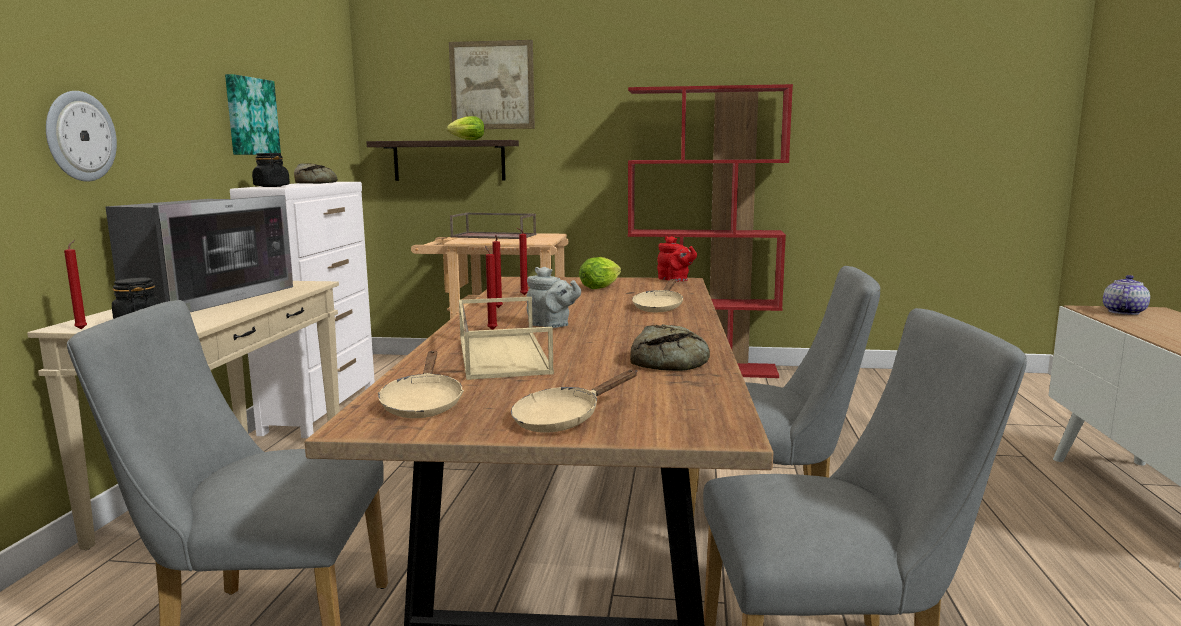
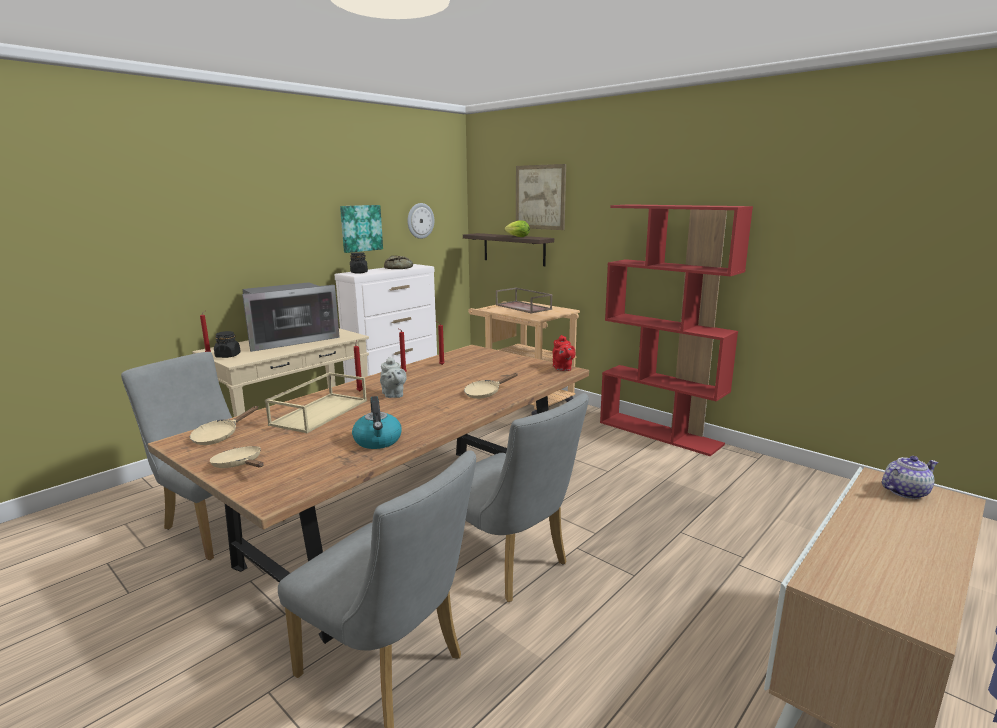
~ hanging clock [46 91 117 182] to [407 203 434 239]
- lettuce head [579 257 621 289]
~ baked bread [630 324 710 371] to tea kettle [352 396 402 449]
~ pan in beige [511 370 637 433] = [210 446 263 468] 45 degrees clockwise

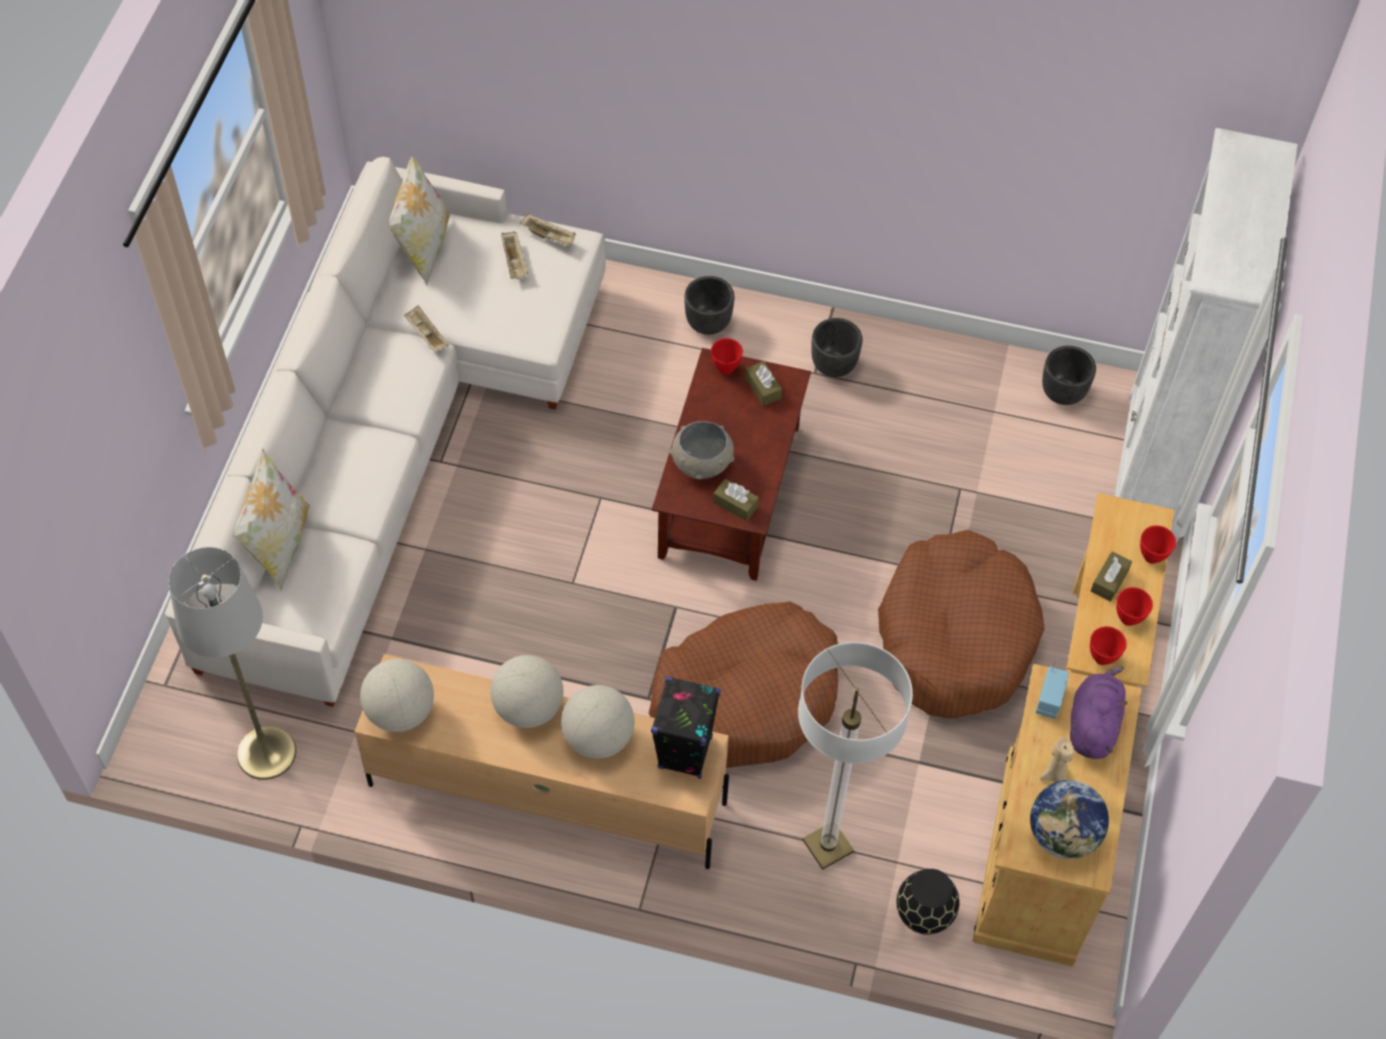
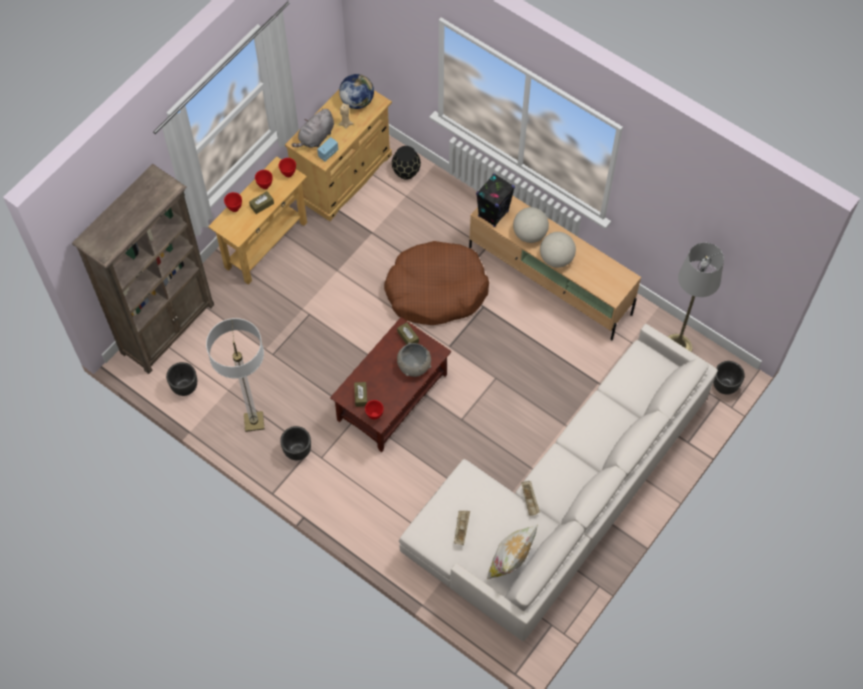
~ shelving unit in whitish [1115 128 1298 544] to shelving unit in brownish [72 164 214 374]
- tray in beige [520 214 576 247]
~ plant pot in black-coloured [684 276 735 335] to [713 361 745 395]
- cushion [233 449 310 591]
- pet bed in brownish [878 530 1045 719]
~ floor lamp [798 642 913 870] to [206 318 264 432]
- desk globe [360 659 434 732]
~ soft toy in purplish [1070 666 1128 759] to soft toy in greyish [291 108 334 148]

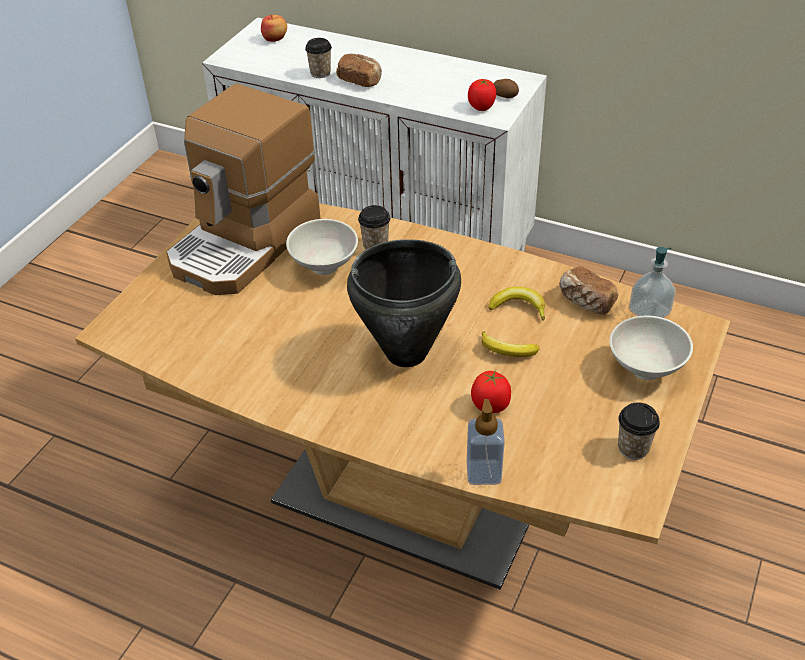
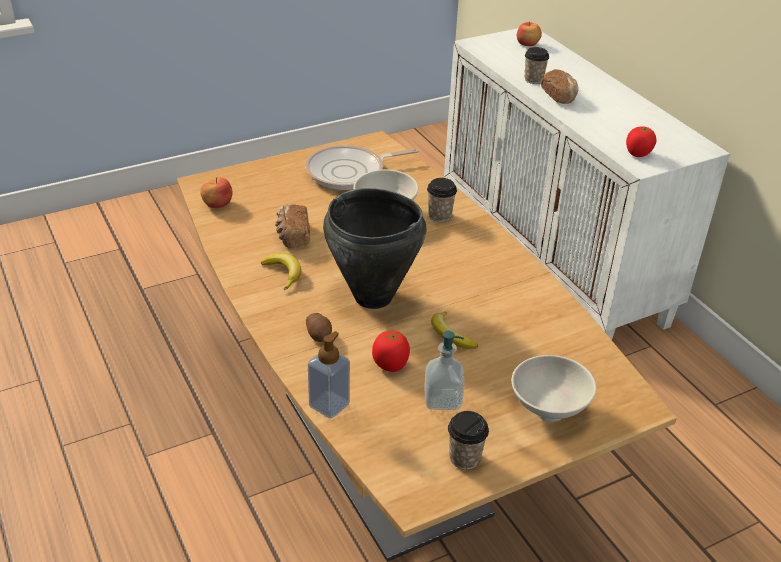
~ spud [493 79 519 98] to [306 313 332 342]
~ coffee machine [166 84 320 295] to pan [305 145 419 190]
~ soap bottle [629 247 676 318] to [424 331 464 410]
~ baked bread [560 266 618 315] to [275 204 310 248]
~ banana [488 287 545 320] to [261 253 301 290]
+ apple [200 177 232 208]

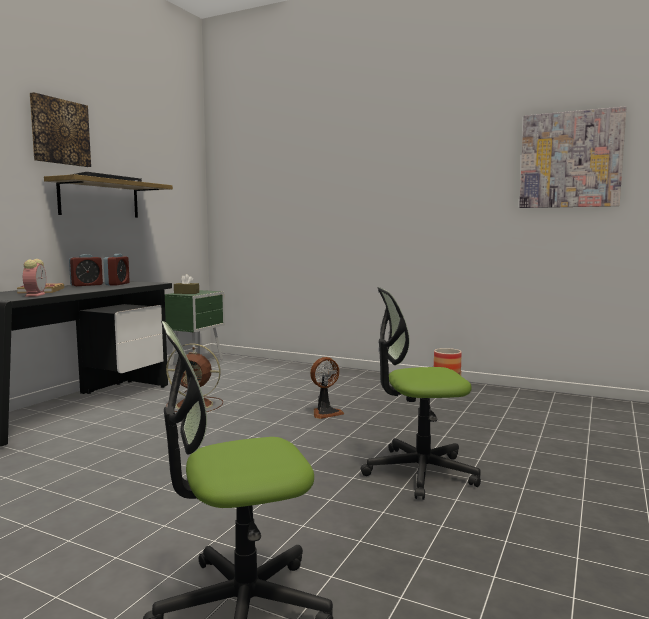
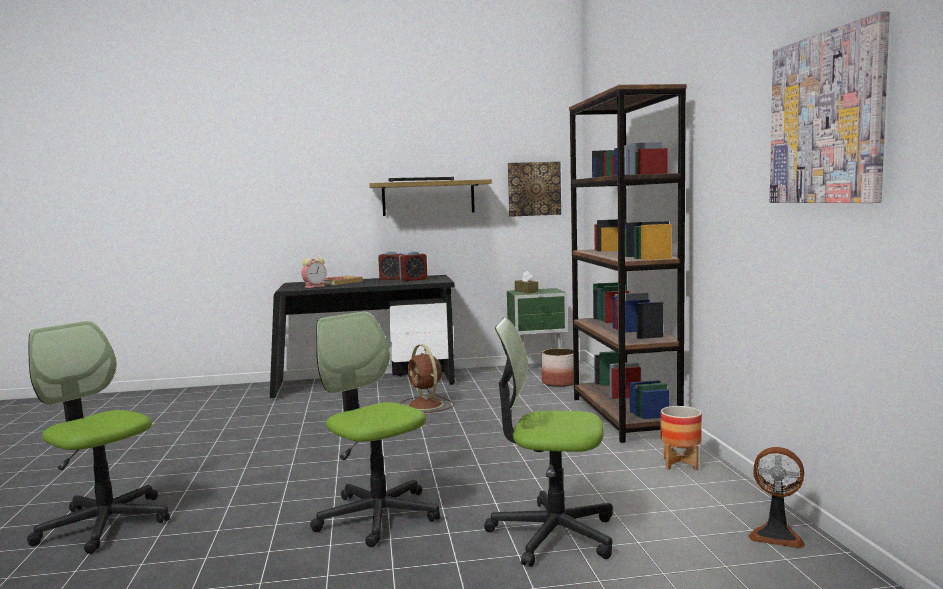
~ wall picture [30 92 91 167] to [508 162 561 217]
~ fan [310 357 344 419] to [748 447 805 548]
+ shelving unit in brownish [569 84 686 443]
+ desk chair [484 318 613 567]
+ plant pot [541 348 574 387]

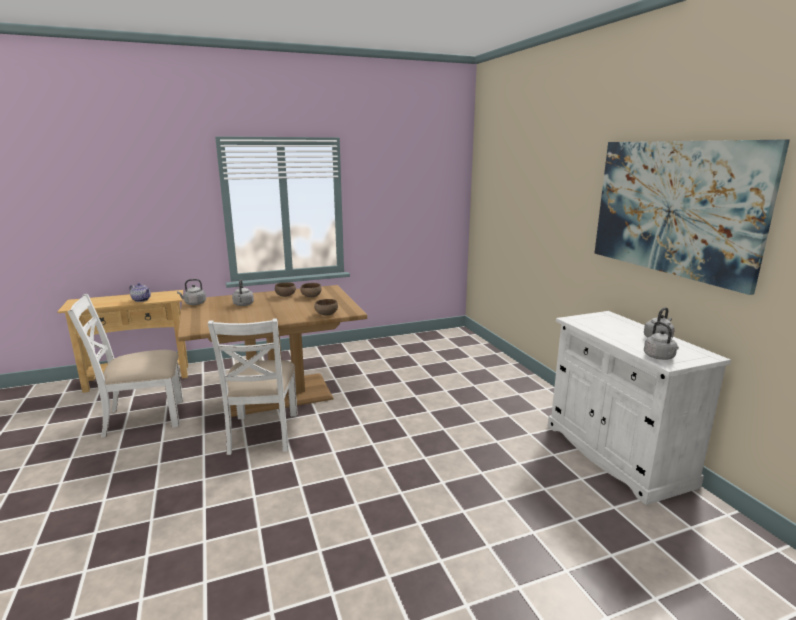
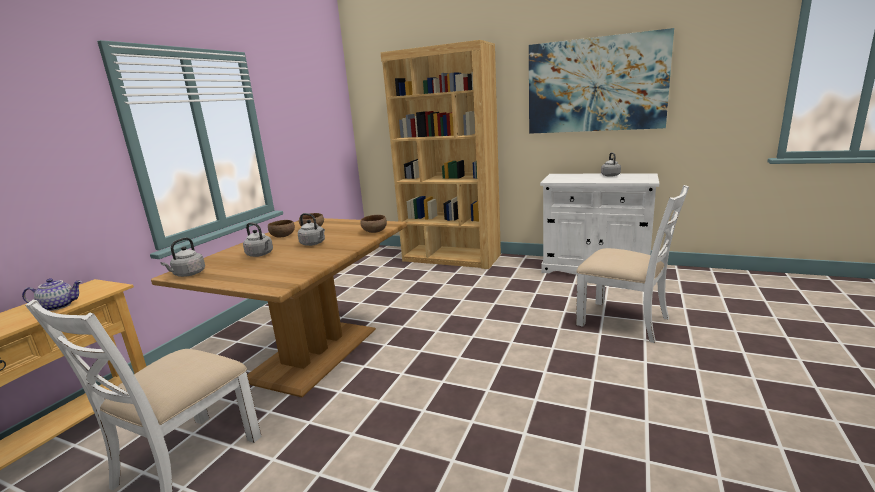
~ chair in whitish [208 318 298 455] to [576 185 689 343]
~ tea kettle in greyish [644 321 679 360] to [298 213 325 246]
+ shelving unit in brownish [380 40 501 269]

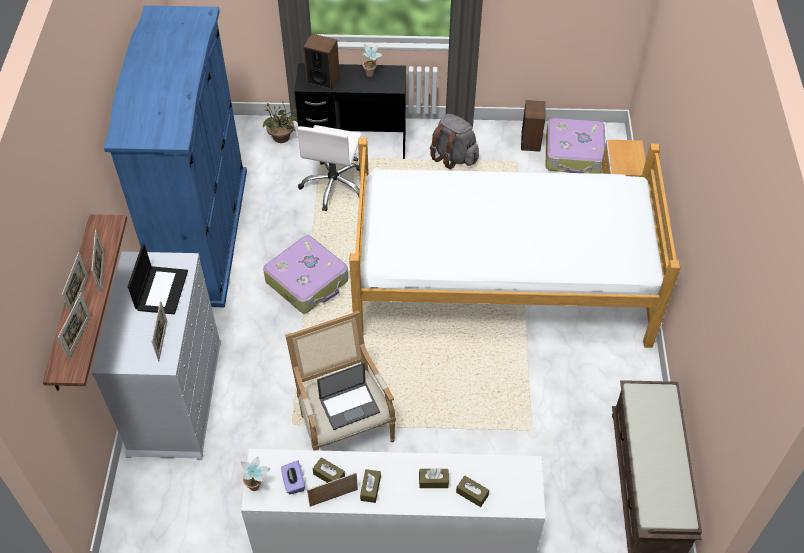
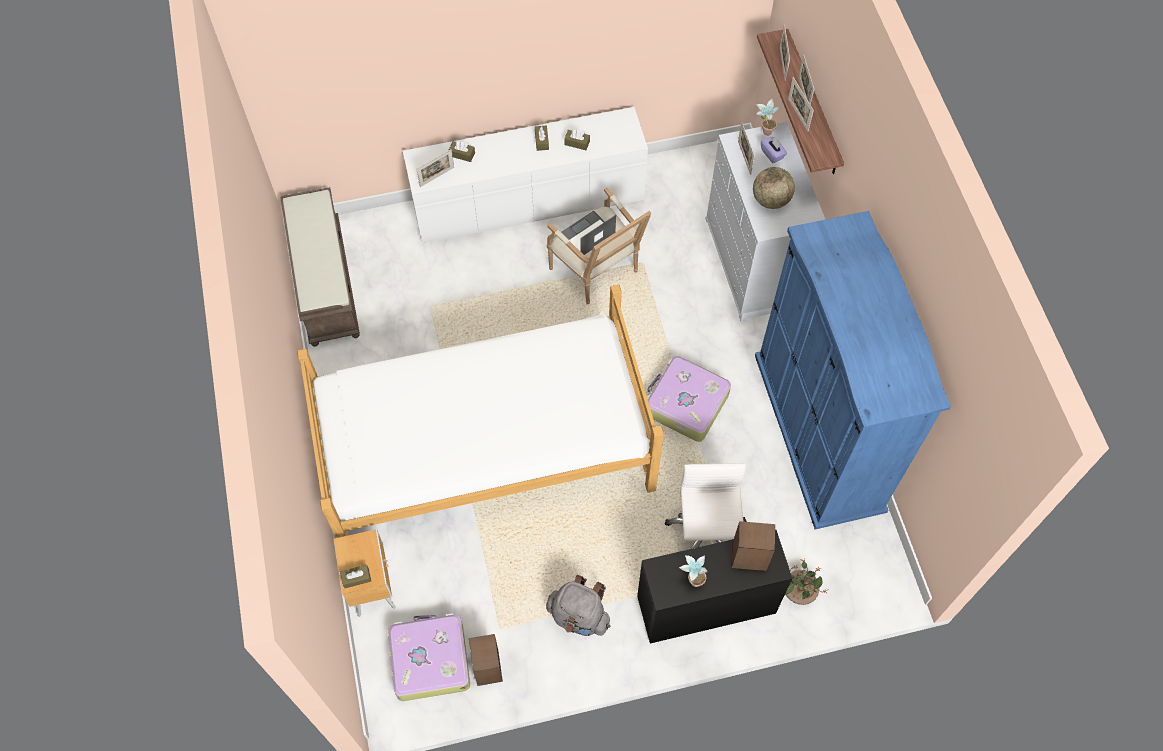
~ notebook computer [128 243 188 314] to desk globe [753 167 795 209]
~ plant in a pot [241 457 271 491] to [756 99 781 136]
~ tissue holder in purplish [281 460 305 494] to [761 137 787 163]
~ tissue holder in brownish [419 468 449 488] to [340 565 371 588]
~ picture frame [307 473 358 507] to [416 149 454 187]

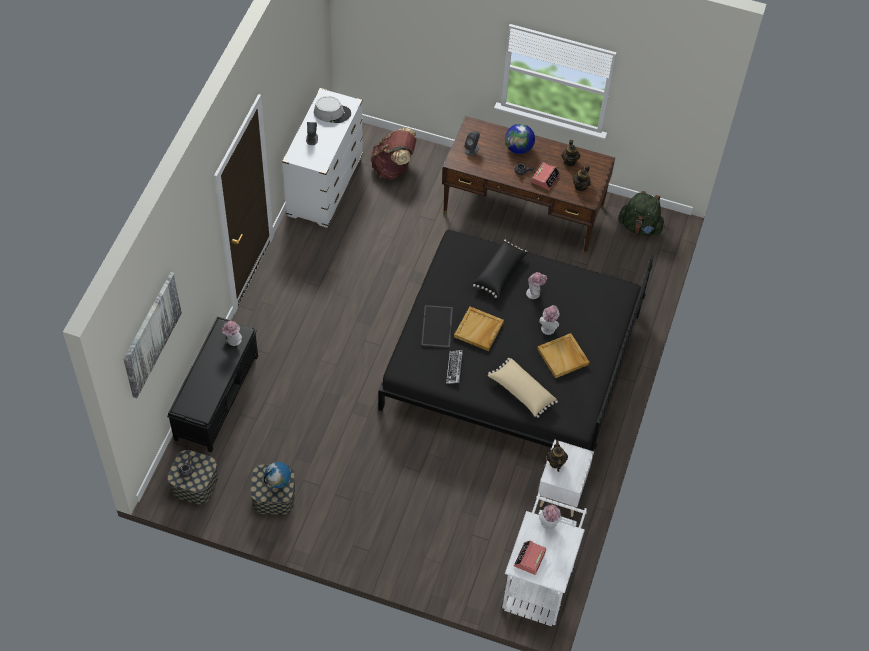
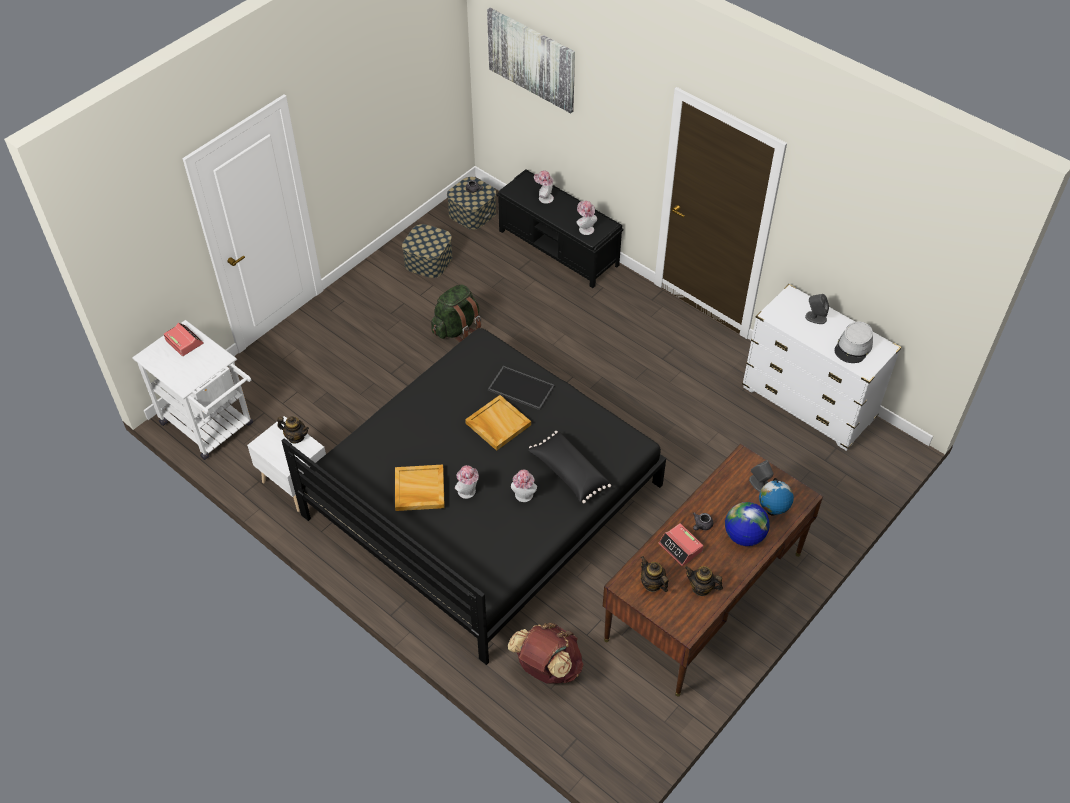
~ rucksack in brownish [370 128 416 179] to [508 623 584 684]
~ rucksack in green [618 191 665 236] to [431 284 481 342]
- computer keyboard [446 350 463 384]
- cushion in beige [488 358 558 418]
~ desk globe [263 462 291 488] to [759 478 794 516]
~ clothing hat [539 505 562 530] to [534 171 554 204]

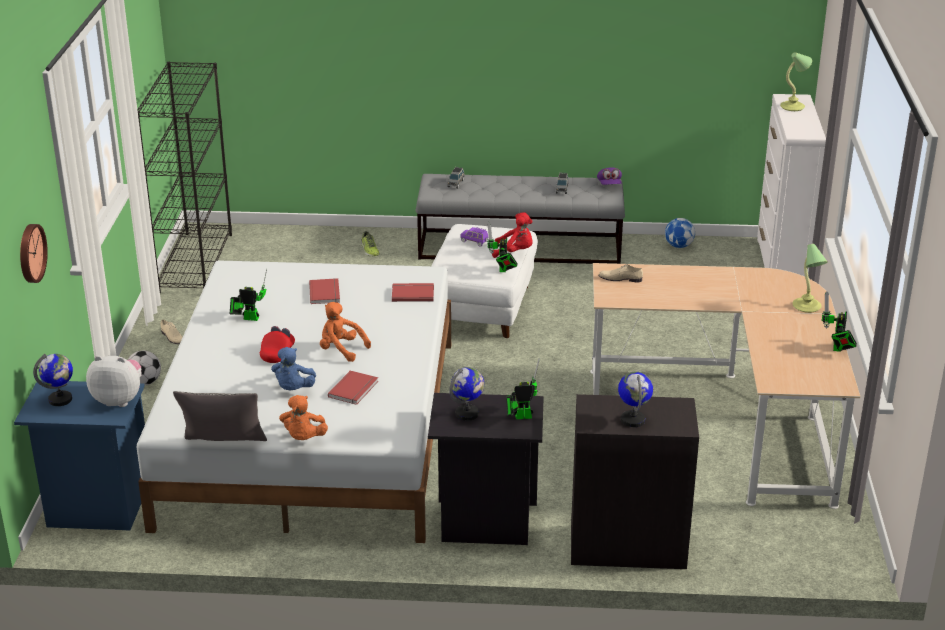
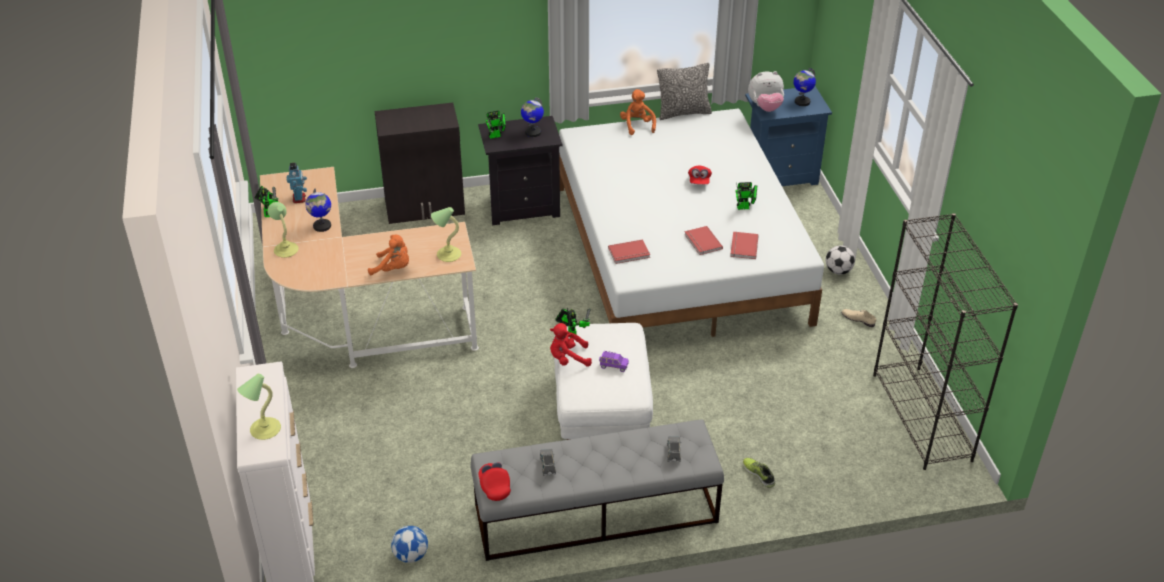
~ cap in purplish [597 167 622 185] to cap in reddish [478 462 511 501]
- hanging clock [20 224 48 283]
~ shoe in beige [599 264 643 283] to tabletop lamp [431 207 461 262]
~ soft toy in orangey [320 302 371 362] to [368 235 409 275]
- soft toy in blue-coloured [271 347 316 390]
~ volume in reddish [328 370 378 405] to [730 232 759 259]
~ desk globe [618 372 653 427] to [305 188 331 232]
+ toy robot [287 163 307 203]

